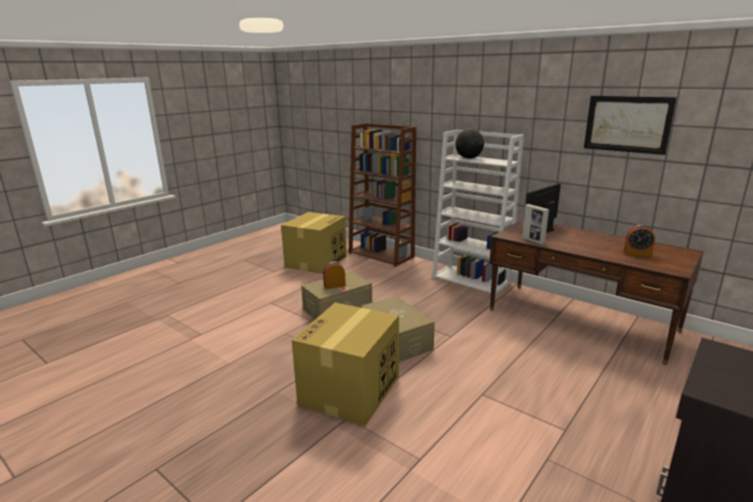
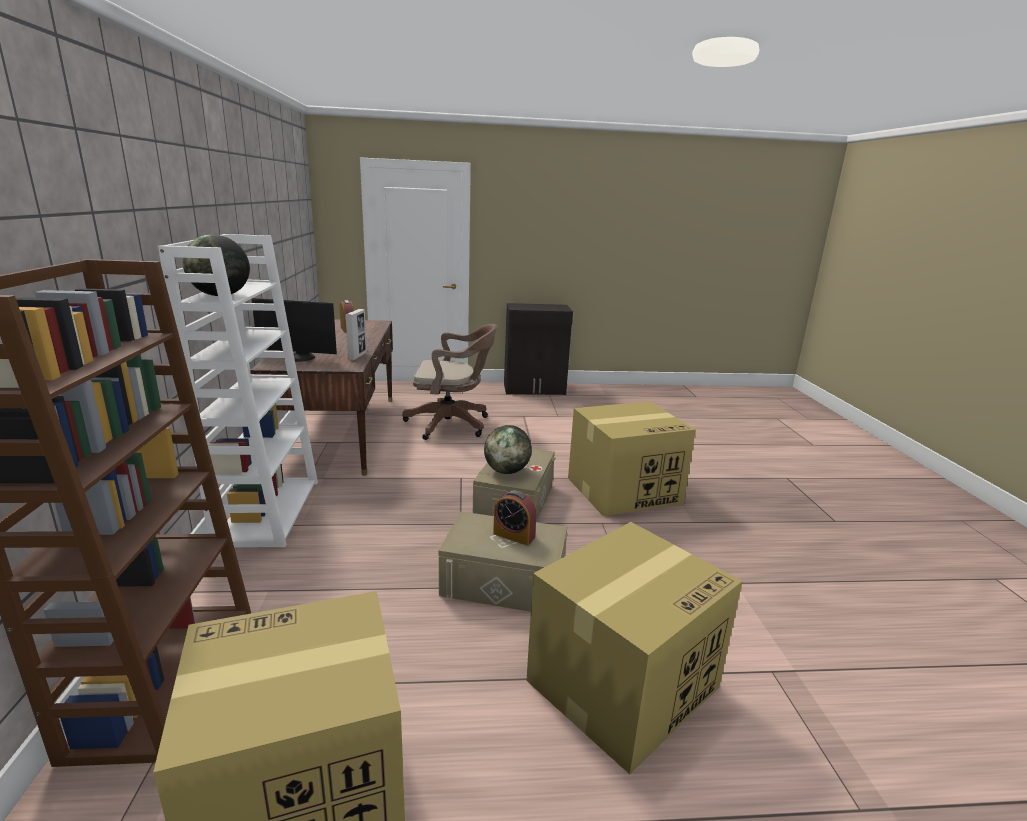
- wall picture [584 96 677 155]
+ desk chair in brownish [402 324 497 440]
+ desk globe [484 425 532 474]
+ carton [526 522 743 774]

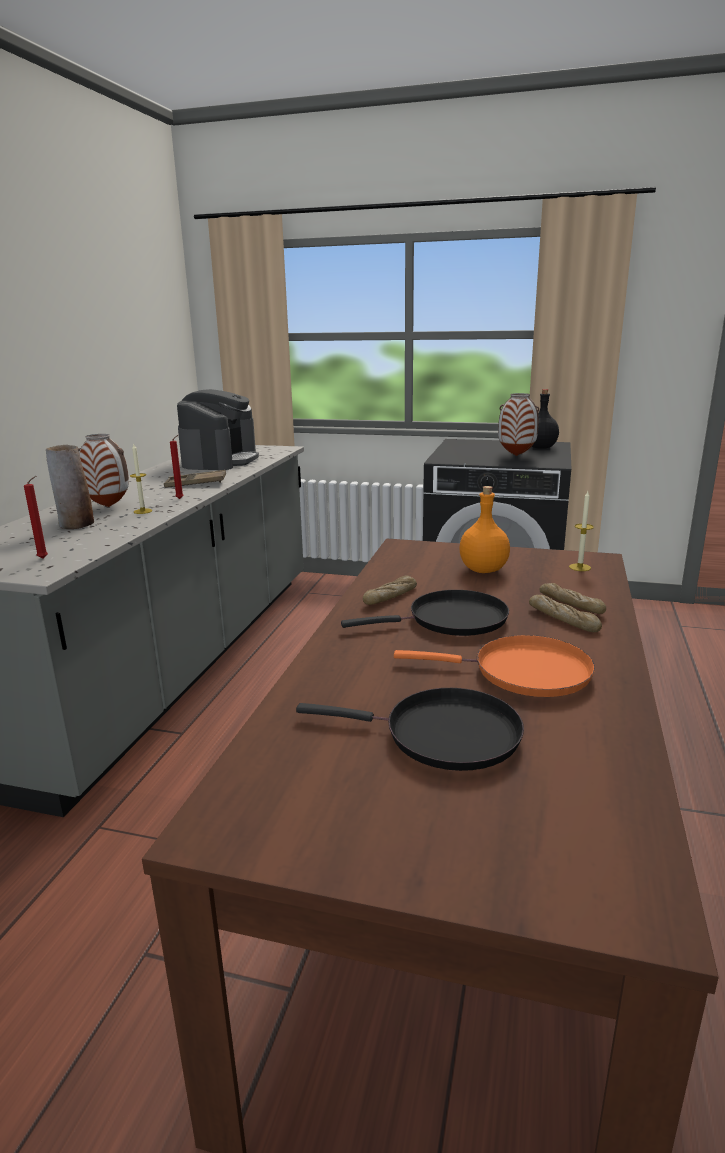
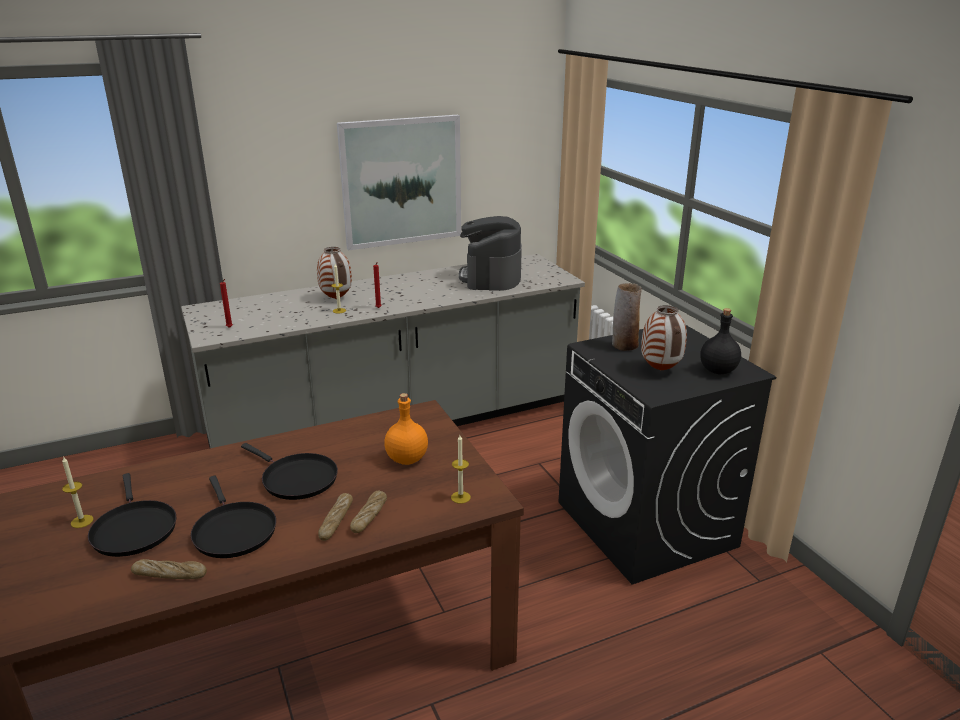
~ coffee machine [177 389 259 470] = [459 216 522 291] 120 degrees clockwise
~ decorative vase [46 445 94 529] to [612 283 642 351]
- tray in brownish [164 470 226 487]
~ baked bread [363 575 417 605] to [131 559 207 579]
~ pan in orangey [394 635 595 697] to pan in black-coloured [191 476 276 558]
+ wall picture [337 115 461 251]
+ wax light [62 456 94 528]

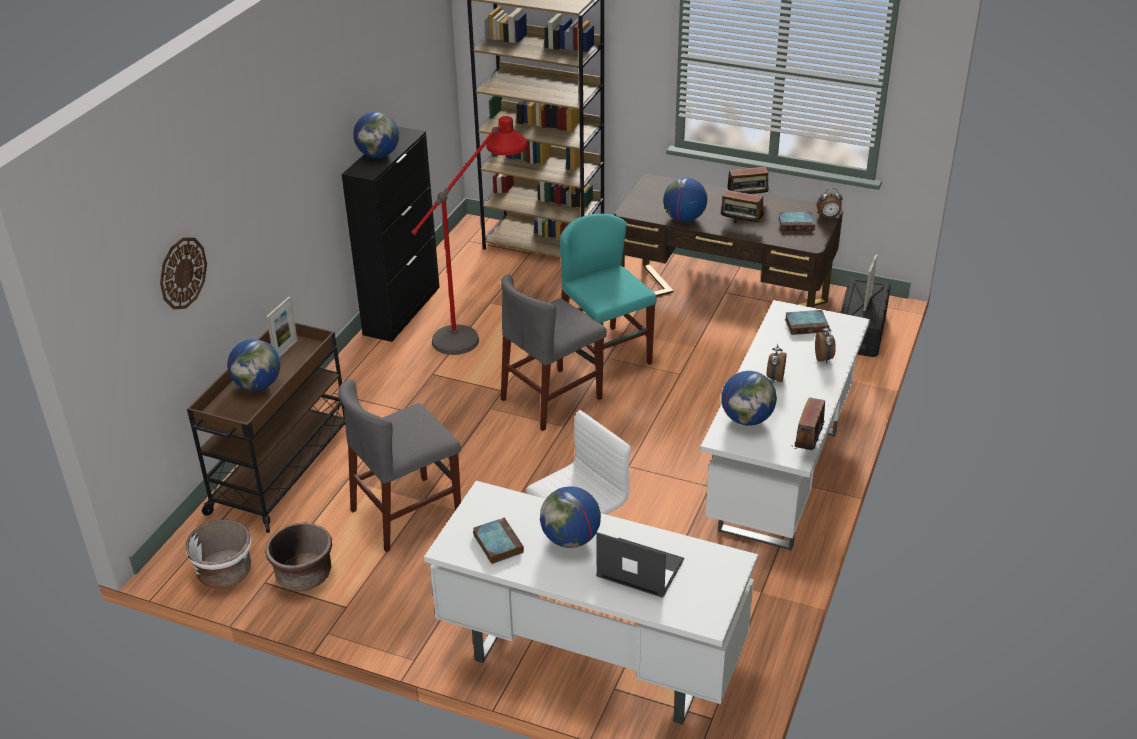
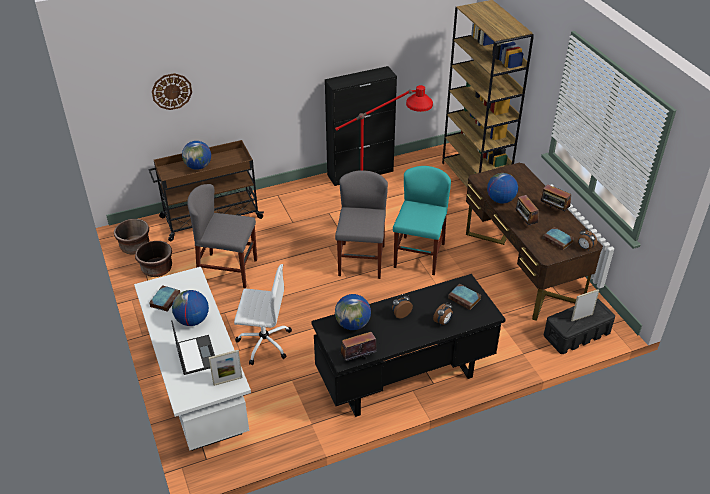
- desk globe [353 112 399 158]
~ chair in greyish [501 274 607 431] = [335 170 388 279] 90 degrees clockwise
~ picture frame [266 297 298 358] to [209 350 242 386]
~ desk unit in whitish [700 300 870 551] to desk unit in black-coloured [311 274 506 417]
~ plant pot in whitish [186 520 251 589] to plant pot in brownish [114 219 149 255]

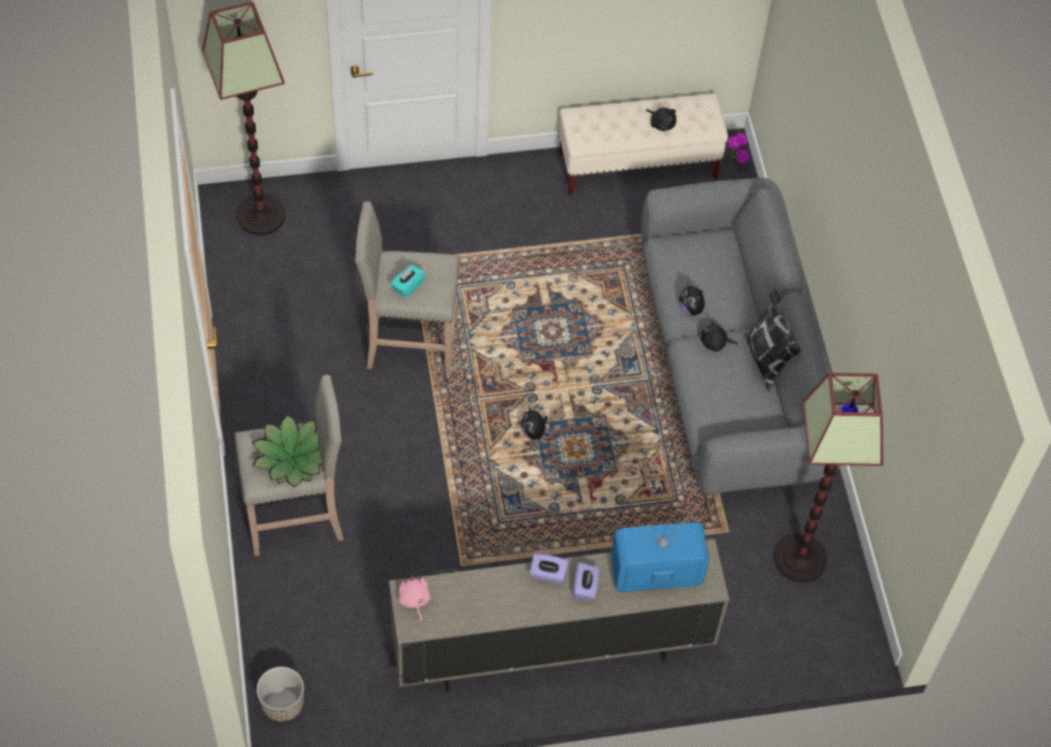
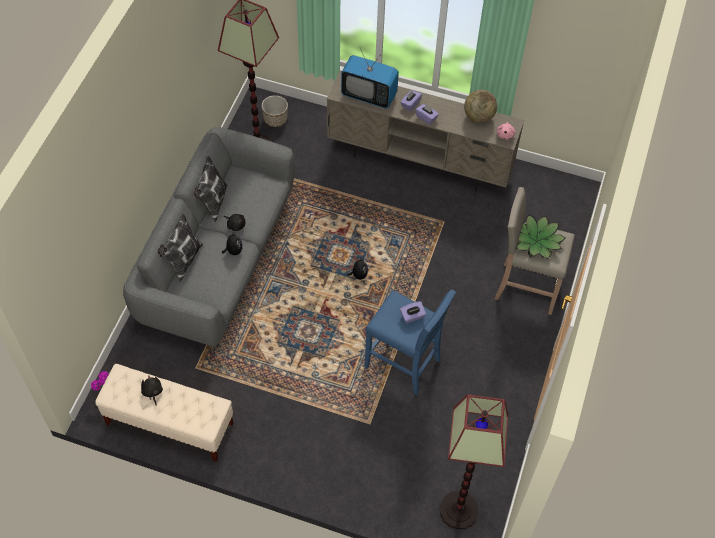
~ stool in beige [355 201 460 376] to stool in blue-coloured [364 290 456 395]
~ tissue holder in turquoise-coloured [390 265 426 298] to tissue holder in purplish [400 301 426 323]
~ plant pot [257 667 304 722] to [262 95 288 127]
+ desk globe [464 90 497 123]
+ cushion [158 213 203 282]

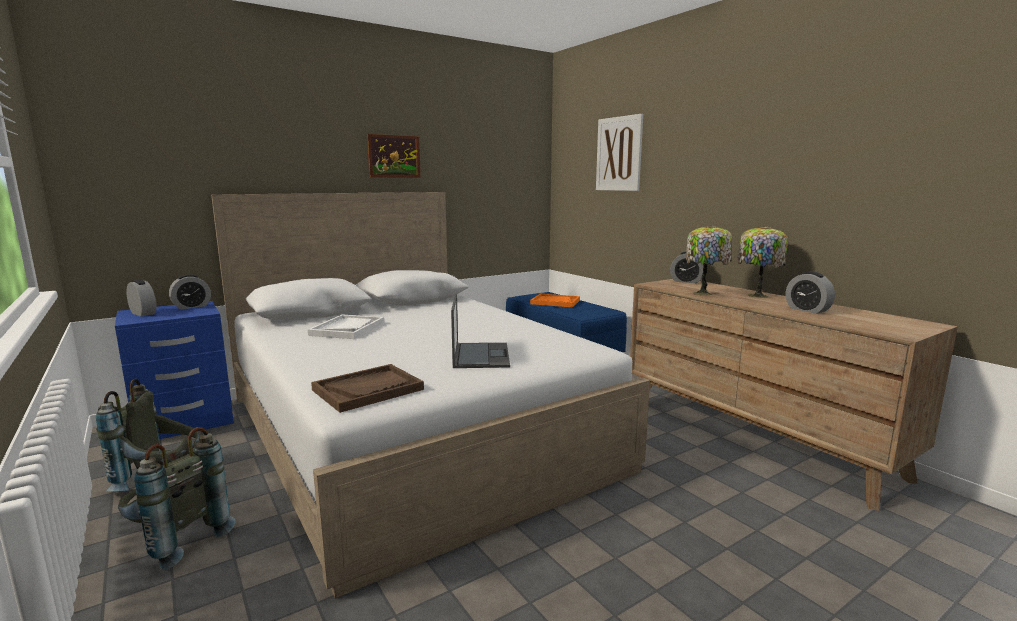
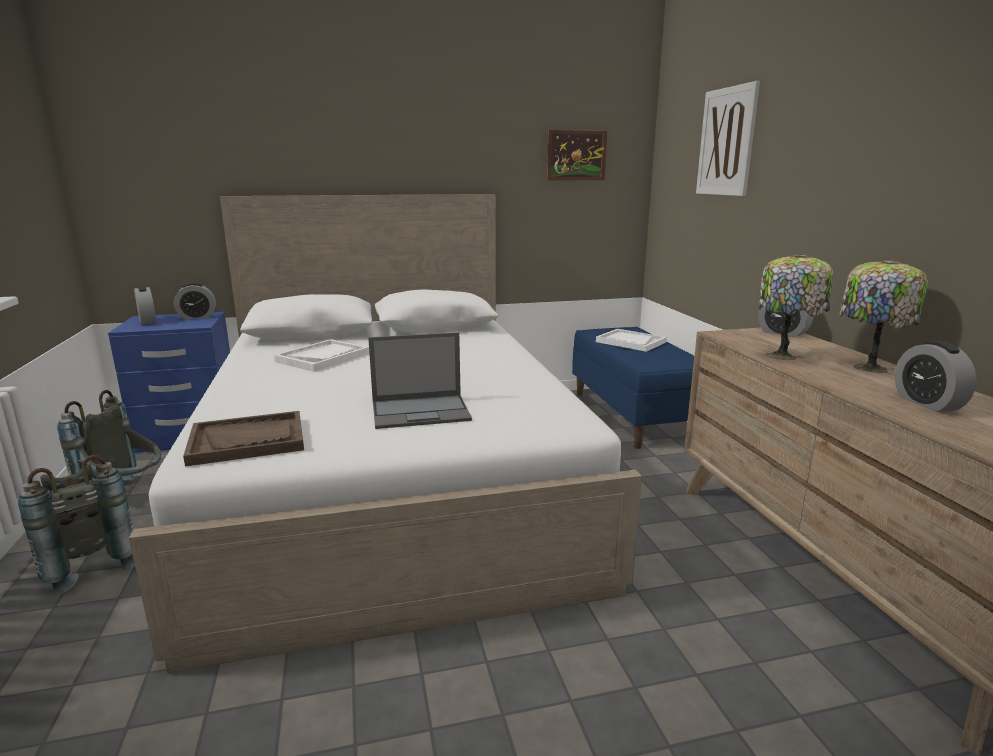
~ wall picture [367 134 421 178] to [546 130 607 180]
~ notebook computer [451 294 510 368] = [368 332 472 429] 60 degrees clockwise
~ tray in orangey [530 294 580 307] to tray in whitish [596 329 667 352]

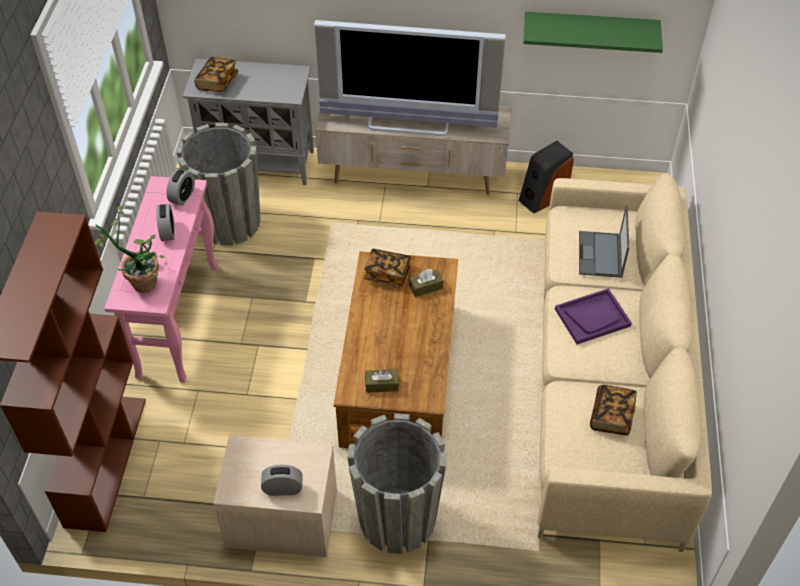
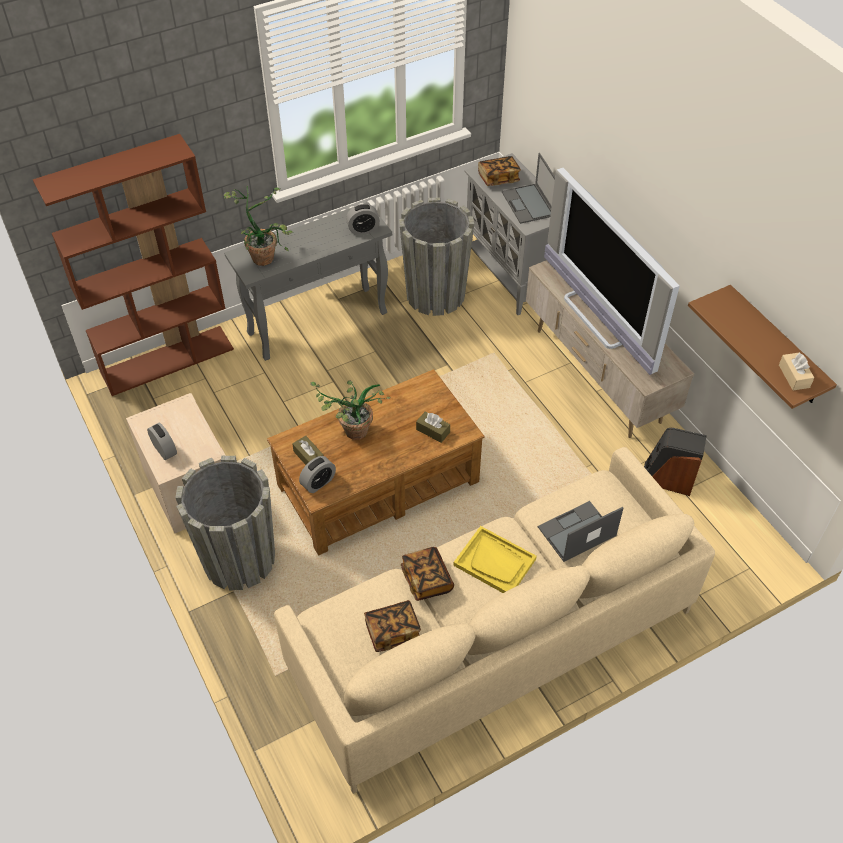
~ wall shelf in green [523 12 663 53] to wall shelf in brownish [688 285 837 409]
~ hall table in pinkish [104 176 217 383] to hall table in greyish [224 202 392 361]
~ bedside clock [156 204 174 241] to [299 456 336 493]
~ volume [364 249 411 287] to [401 547 454 601]
~ tray in purplish [555 288 632 344] to tray in yellowish [453 526 537 593]
+ notebook computer [502 153 555 224]
+ tissue holder in beige [779 352 814 390]
+ plant in a pot [310 380 390 440]

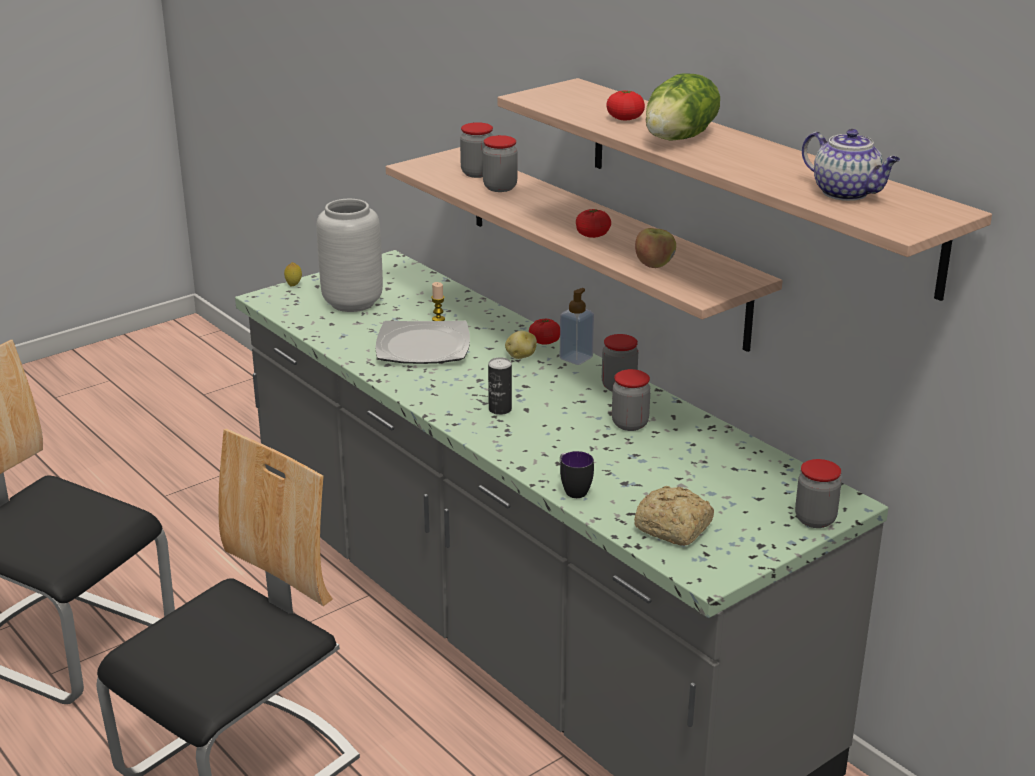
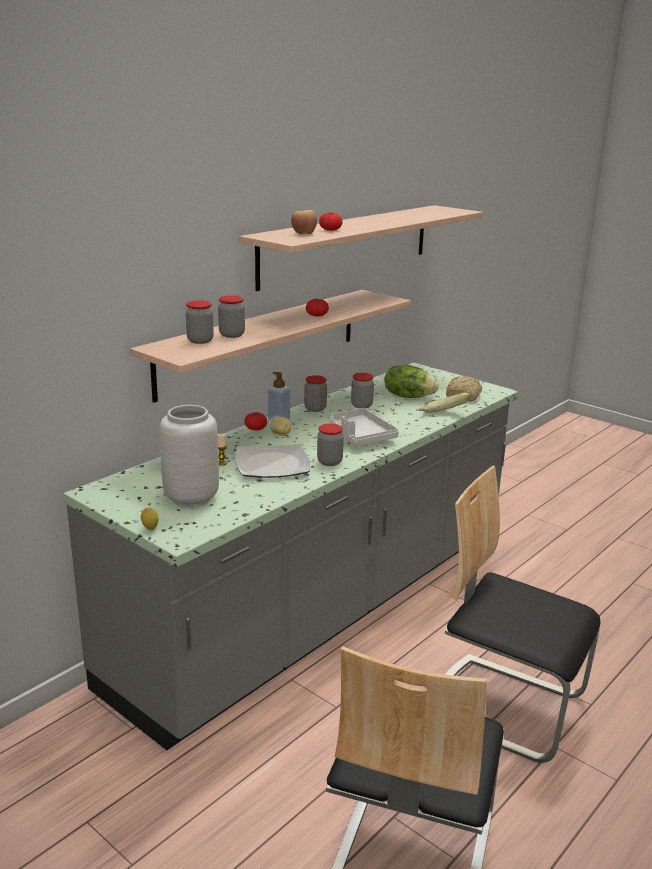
~ lettuce head [646 73 720 141] to [384 365 439 398]
- pot for tea [802 129 900 201]
~ apple [635 228 676 268] to [291 210 317 234]
~ can [488 357 512 415] to tray in greyish [331 408 399 446]
~ mug [560 451 594 498] to banana [418 393 471 413]
~ storage jar [795 459 841 528] to [317 423 344 466]

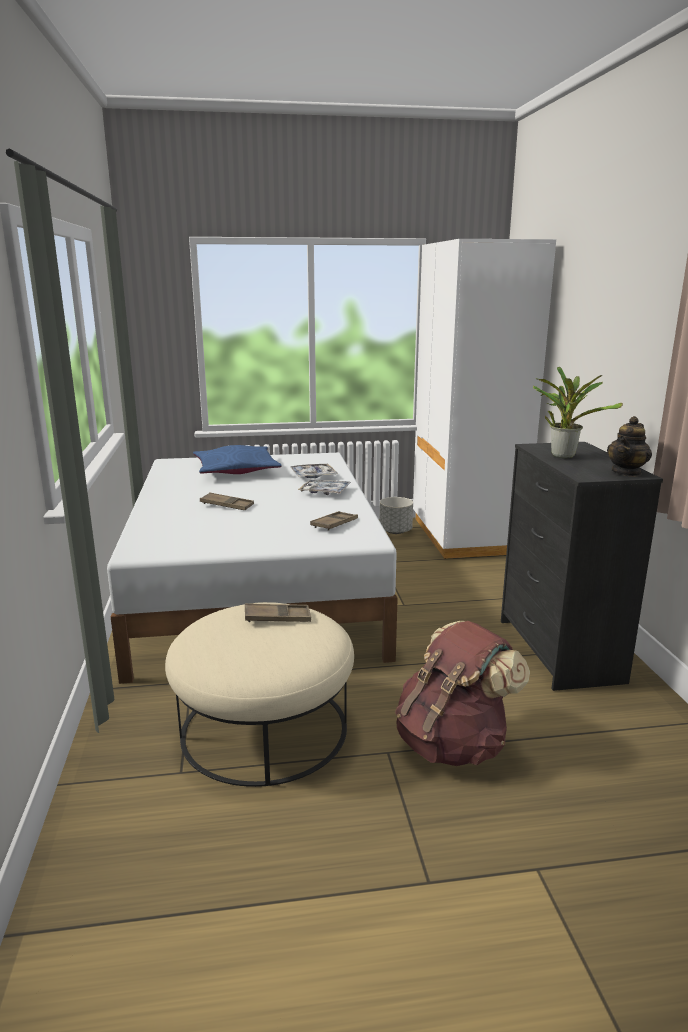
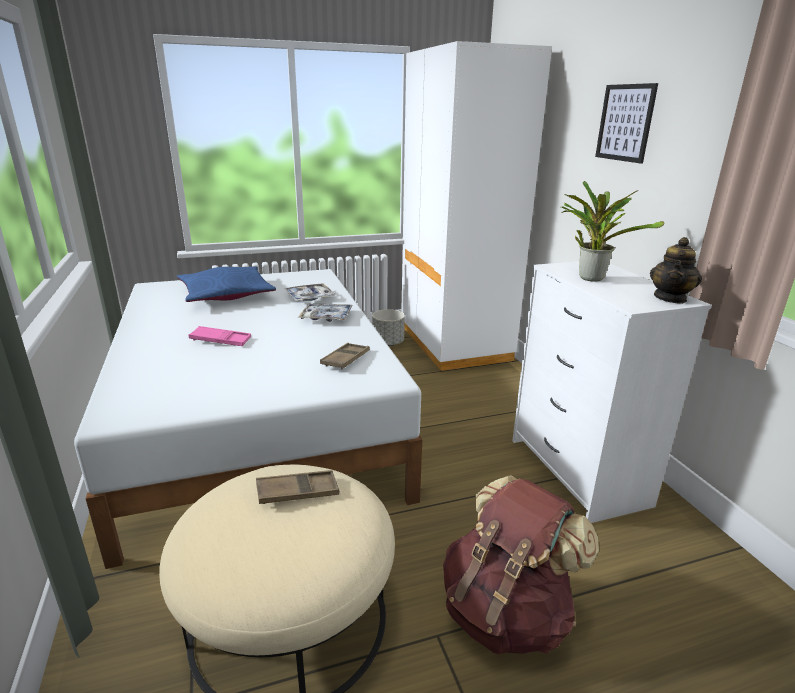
~ dresser in black-coloured [501 442 663 691] to dresser in whitish [512 261 712 523]
~ tray in brownish [200 492 254 510] to tray in pinkish [189 326 251 346]
+ wall picture [595 83 658 163]

